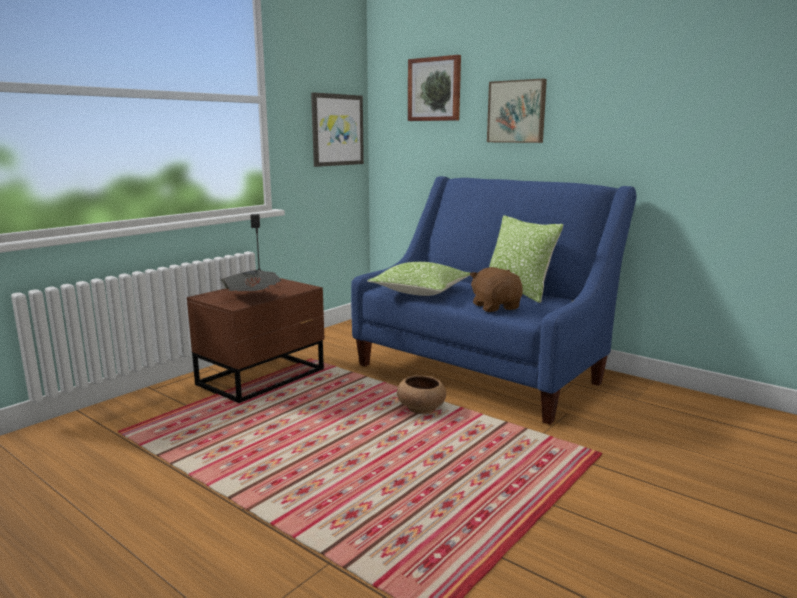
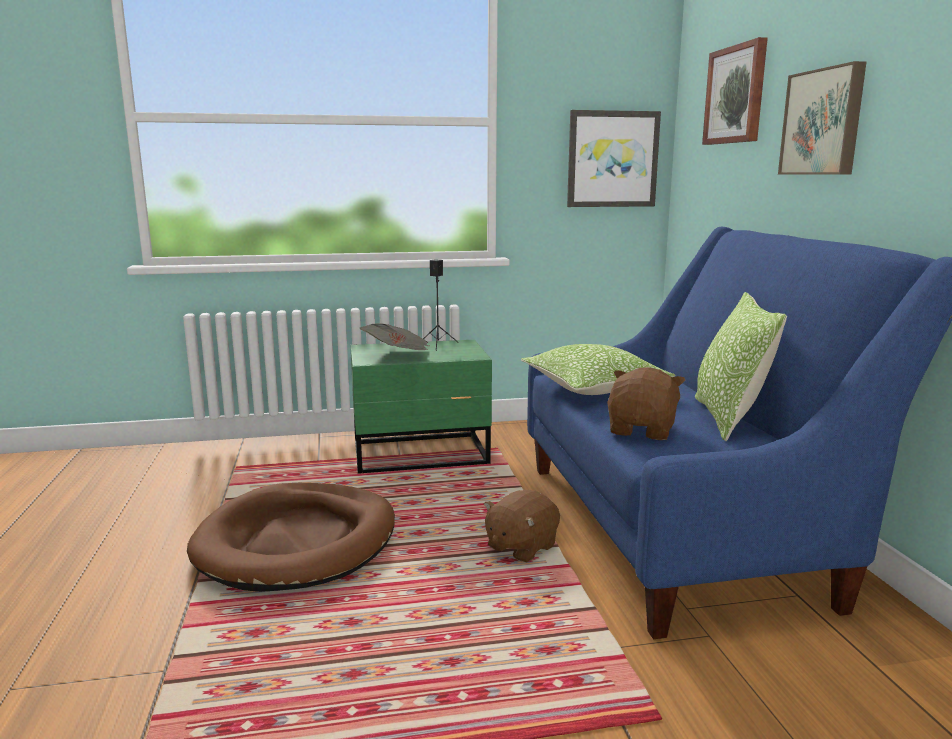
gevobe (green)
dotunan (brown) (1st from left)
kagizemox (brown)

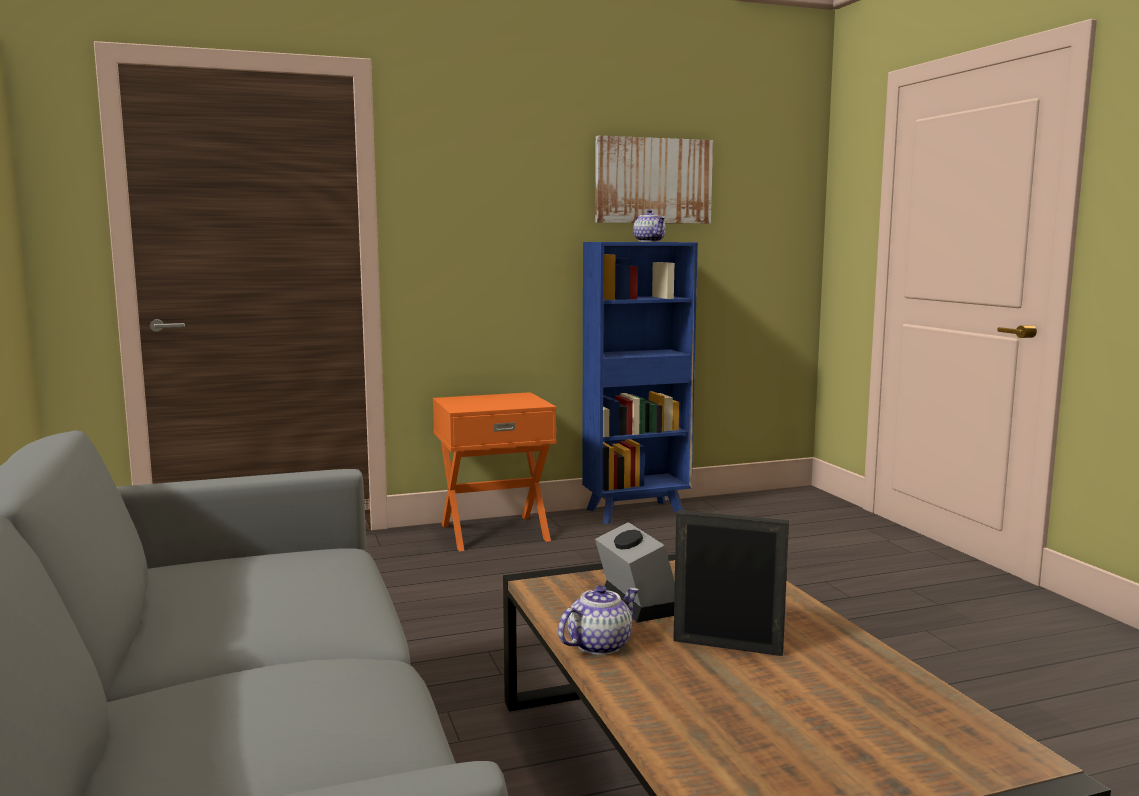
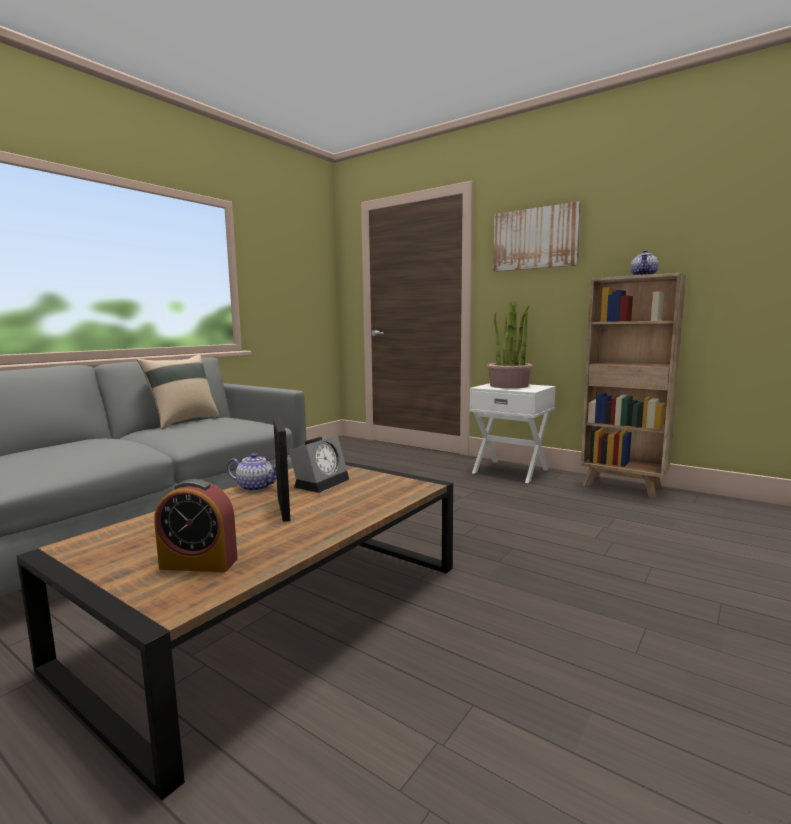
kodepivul
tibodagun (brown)
gevobe (white)
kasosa
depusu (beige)
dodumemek (1st from left)

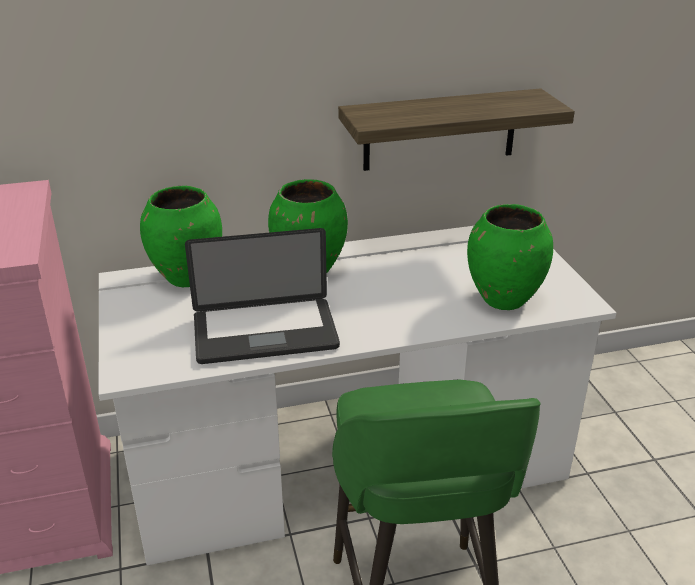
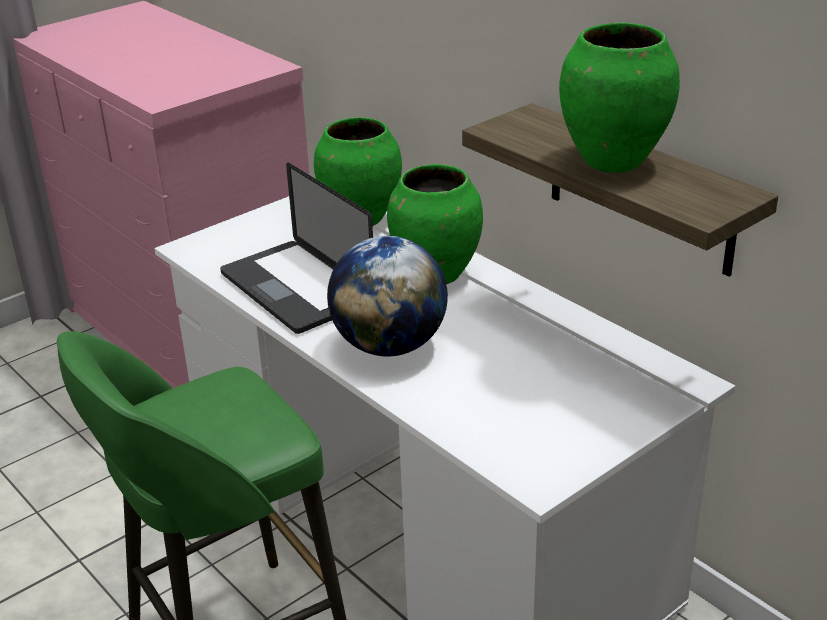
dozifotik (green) (3rd from left)
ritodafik

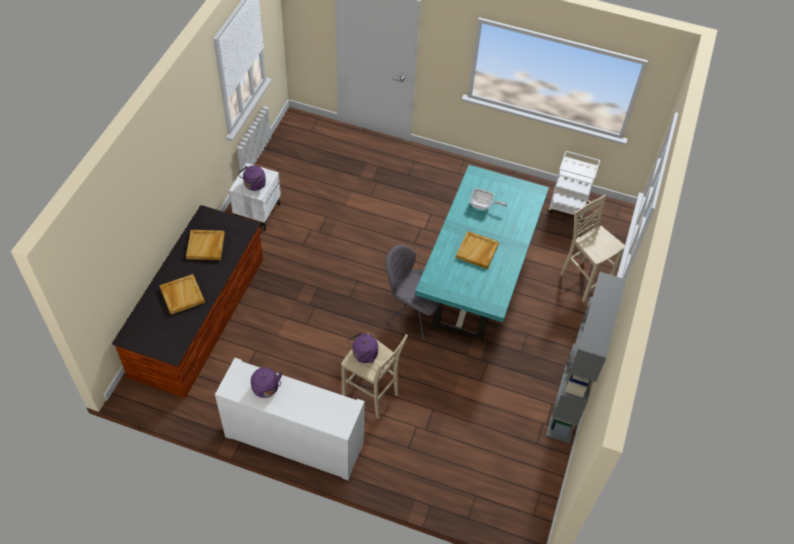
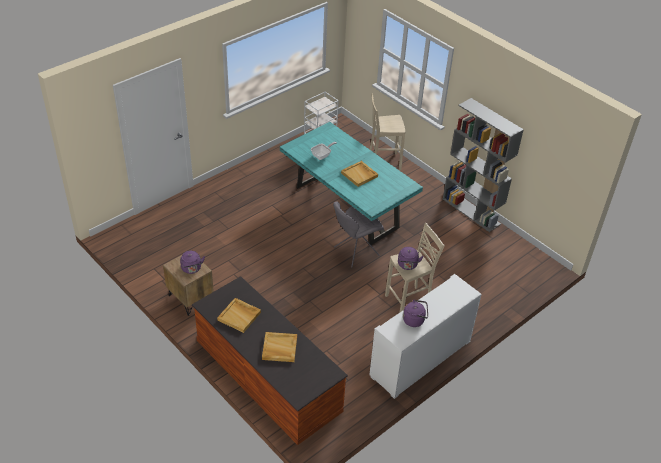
gevobe (brown)

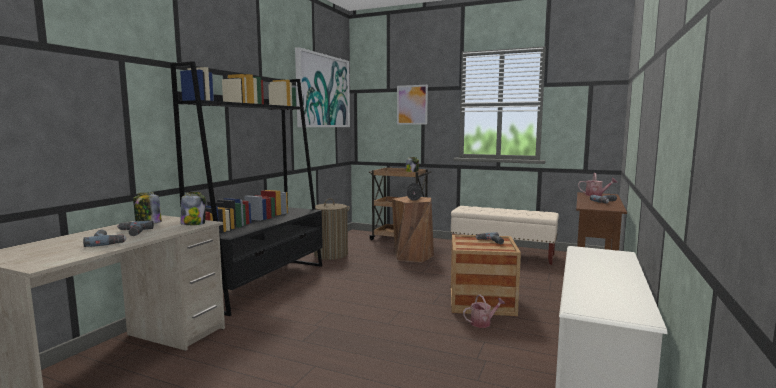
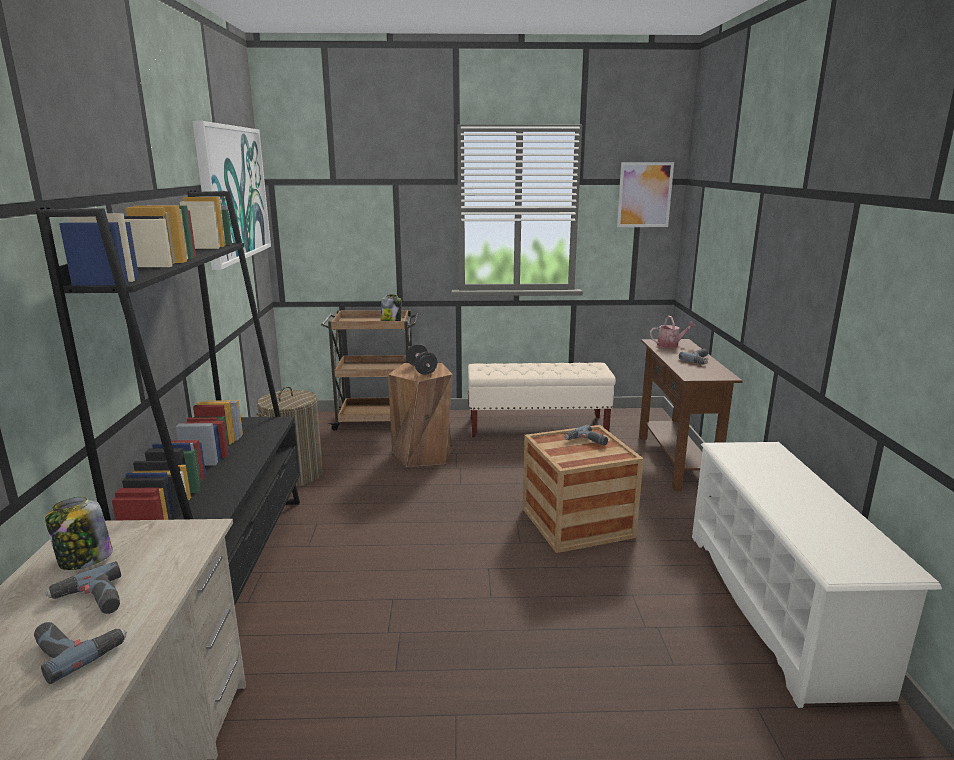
kodepivul (2nd from left)
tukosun (2nd from left in the first image)
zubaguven (1st from left in the first image)

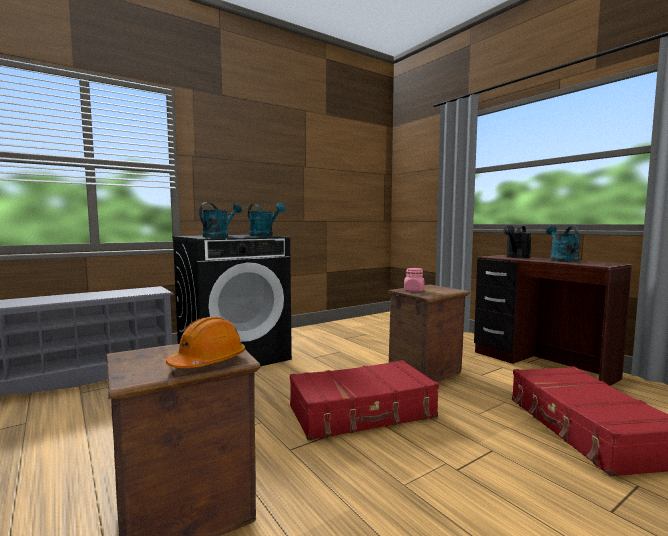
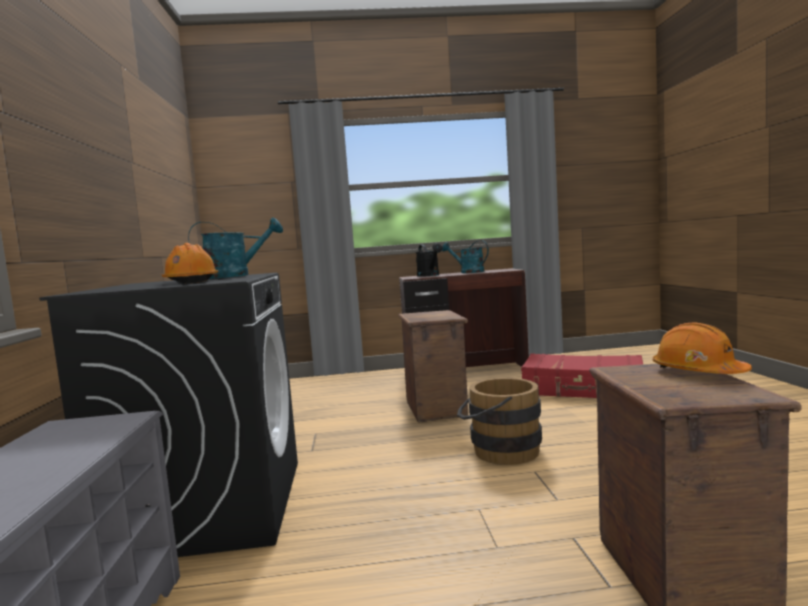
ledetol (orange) (1st from left)
tukosun (pink)
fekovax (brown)

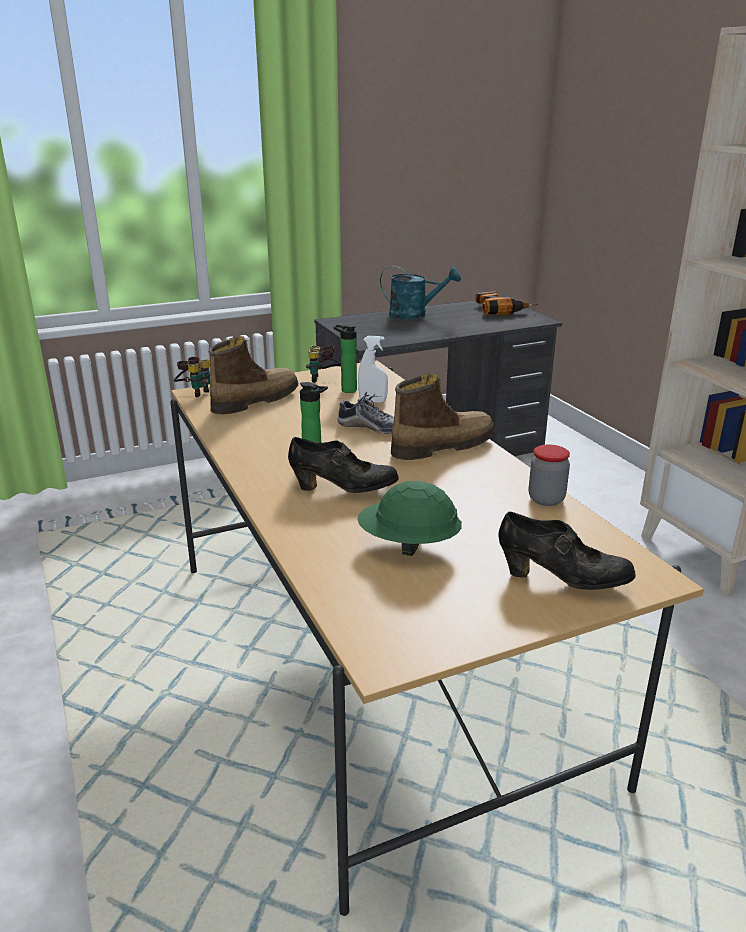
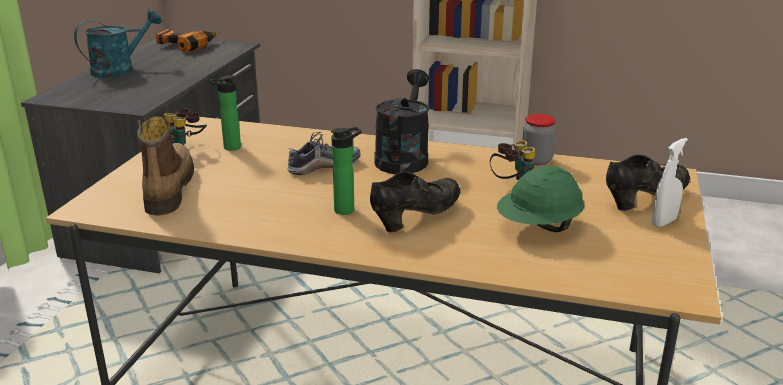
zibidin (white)
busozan (2nd from left)
zubaguven (black)

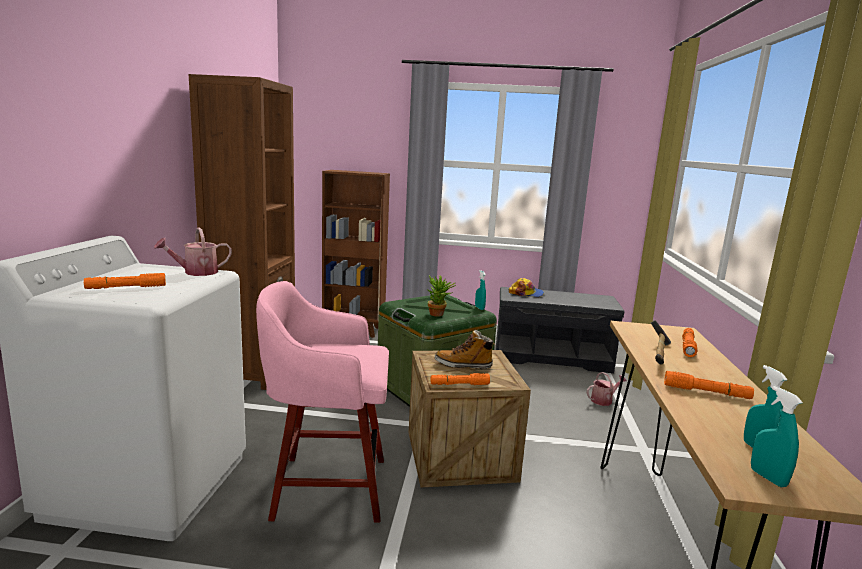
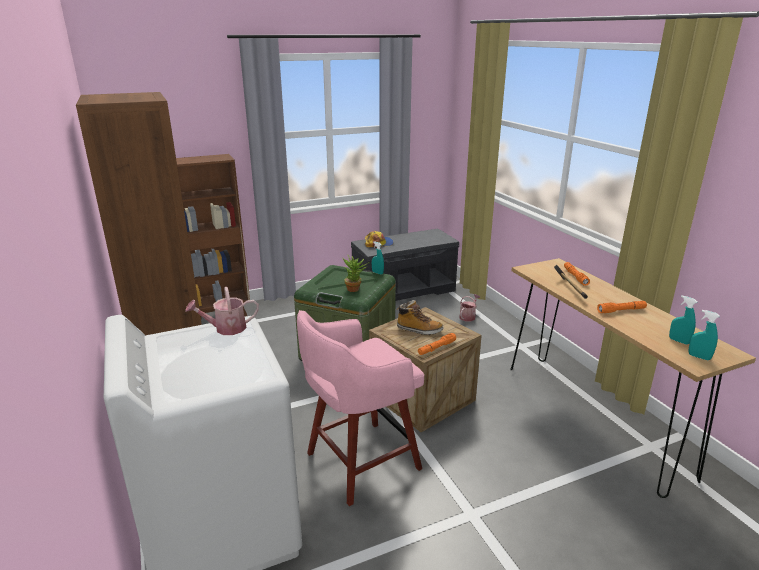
zubaguven (1st from left)
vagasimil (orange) (1st from left in the first image)
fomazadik

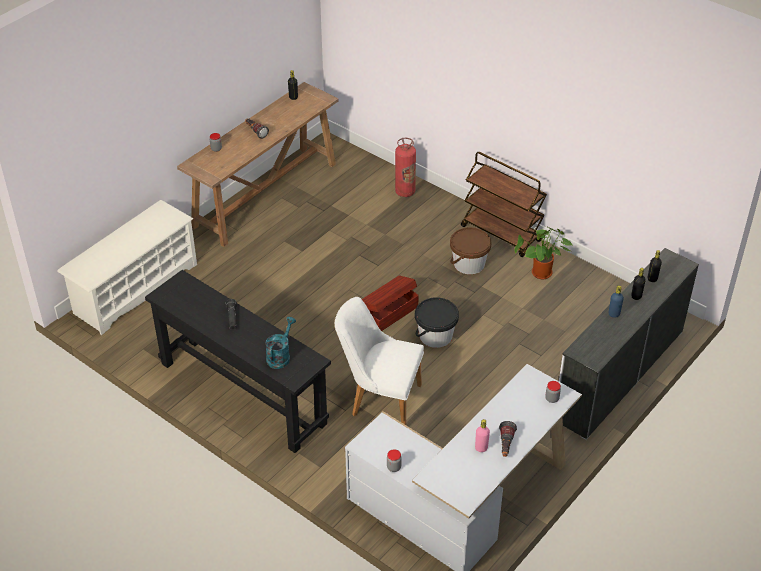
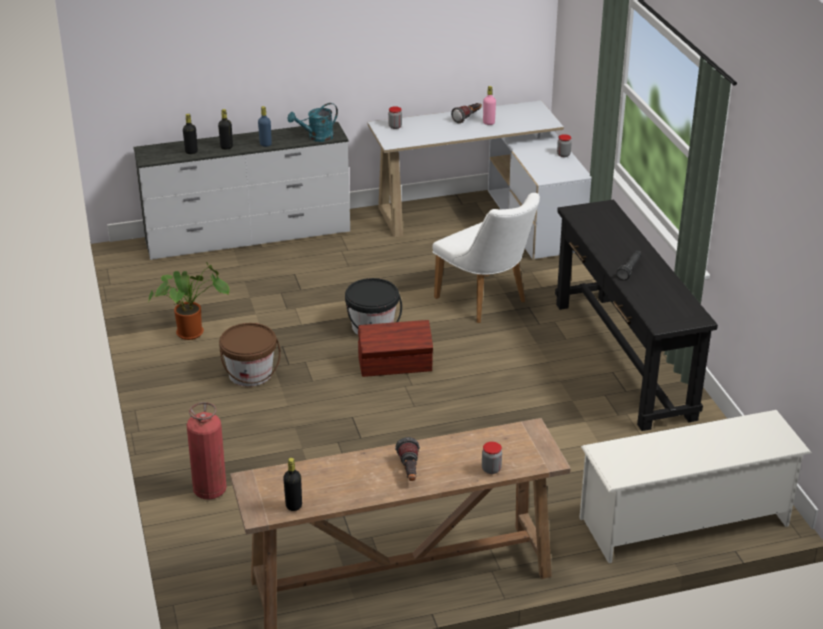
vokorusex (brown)
zubaguven (turquoise)

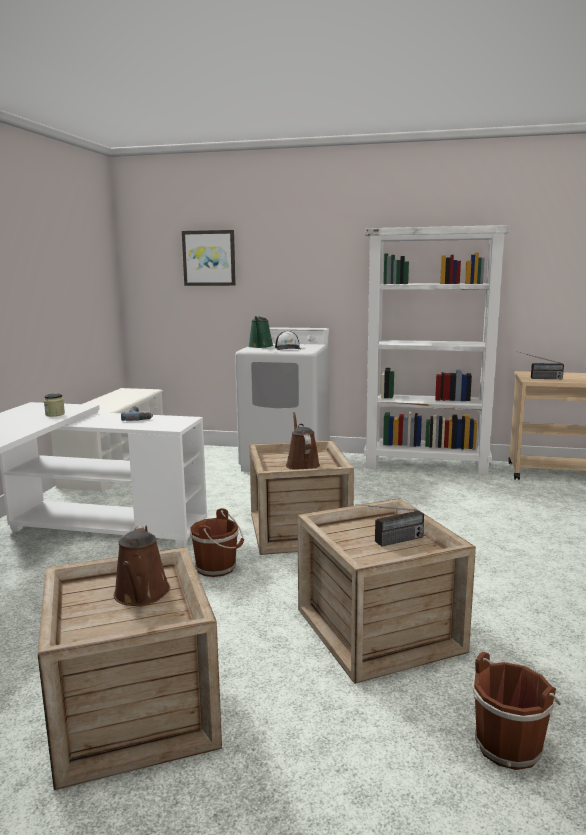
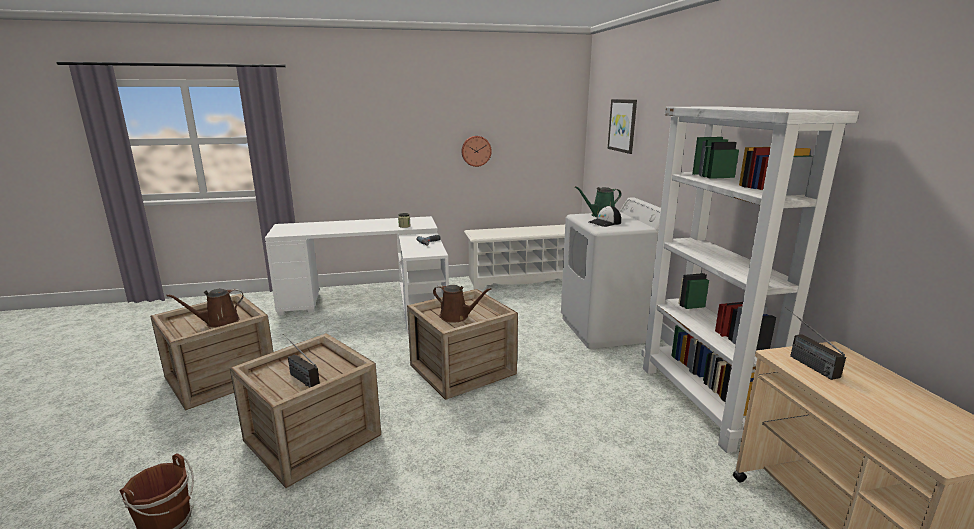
zubaguven (brown) (2nd from left)
fekovax (brown) (1st from left in the first image)
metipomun

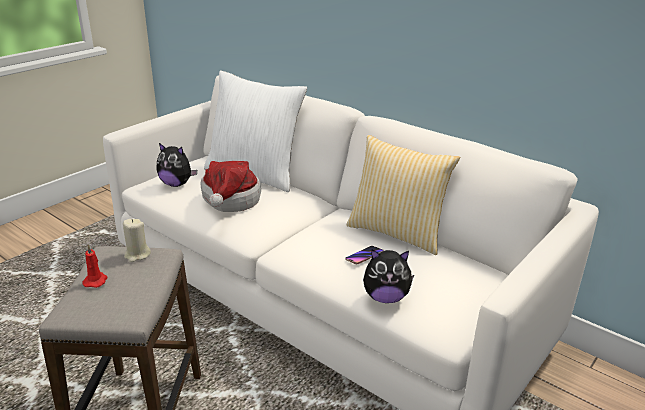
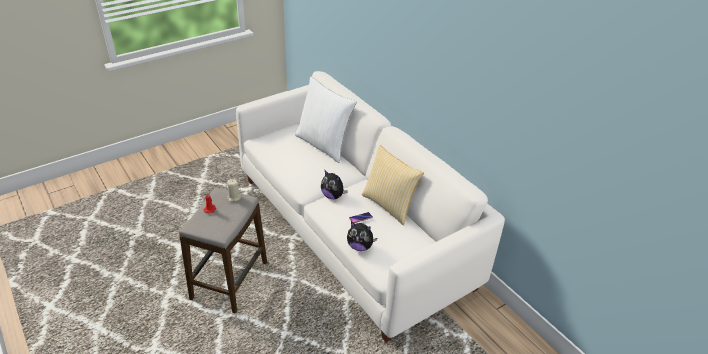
dotunan (1st from left)
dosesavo

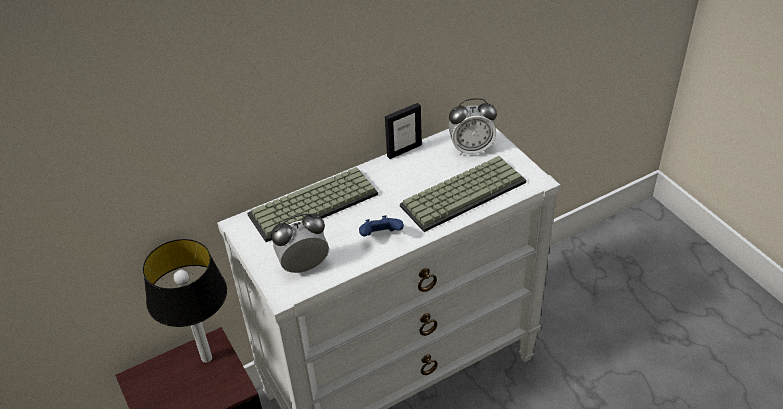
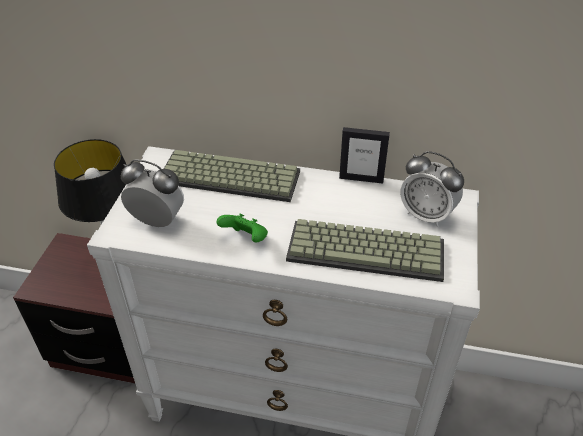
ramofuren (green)

